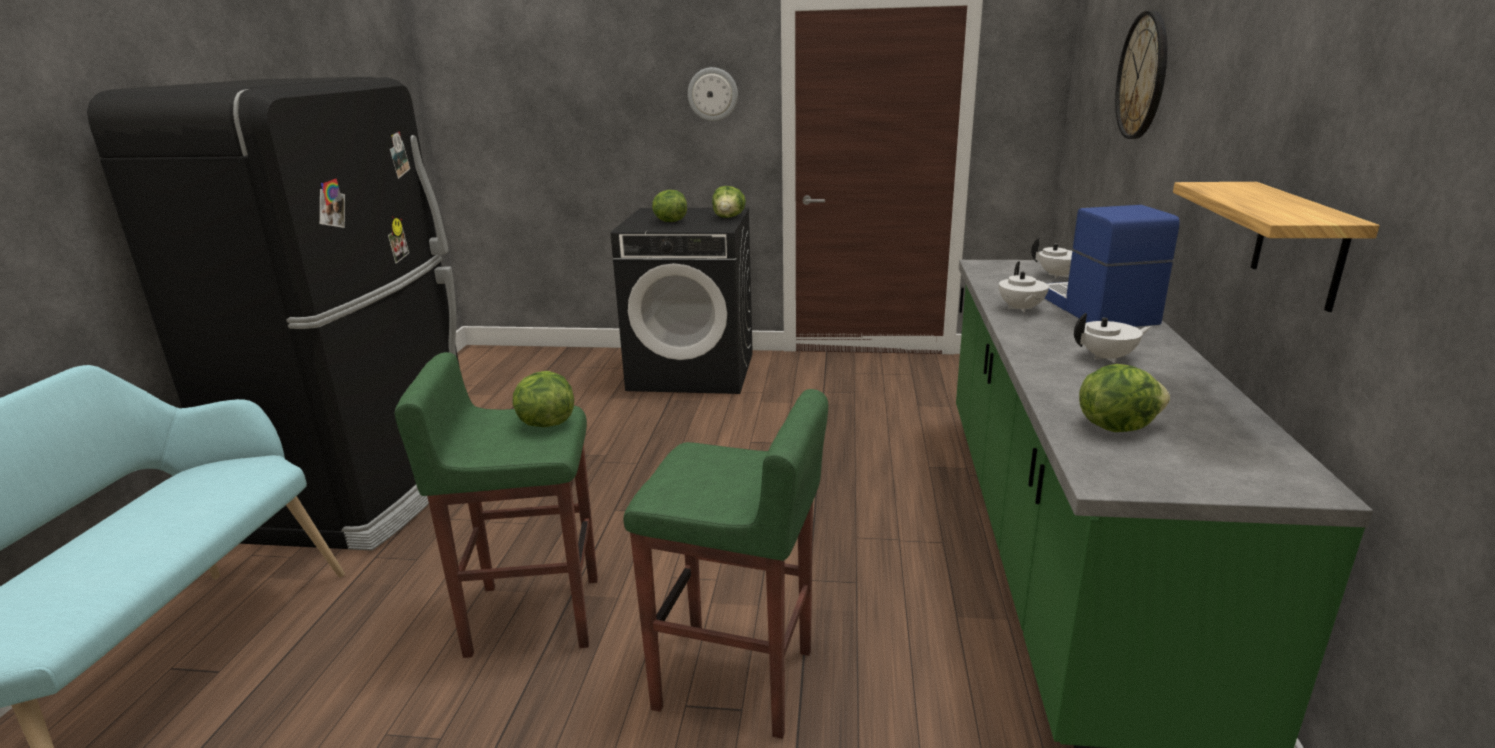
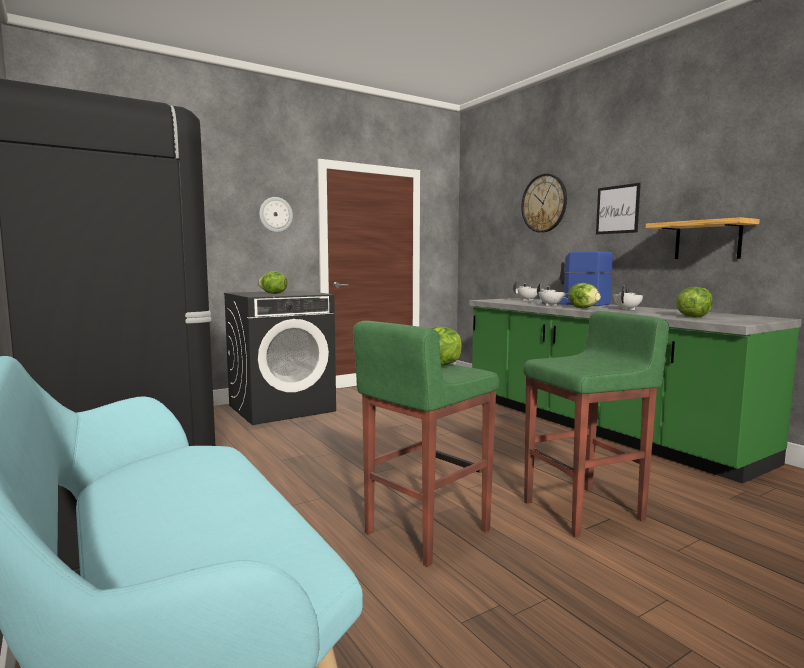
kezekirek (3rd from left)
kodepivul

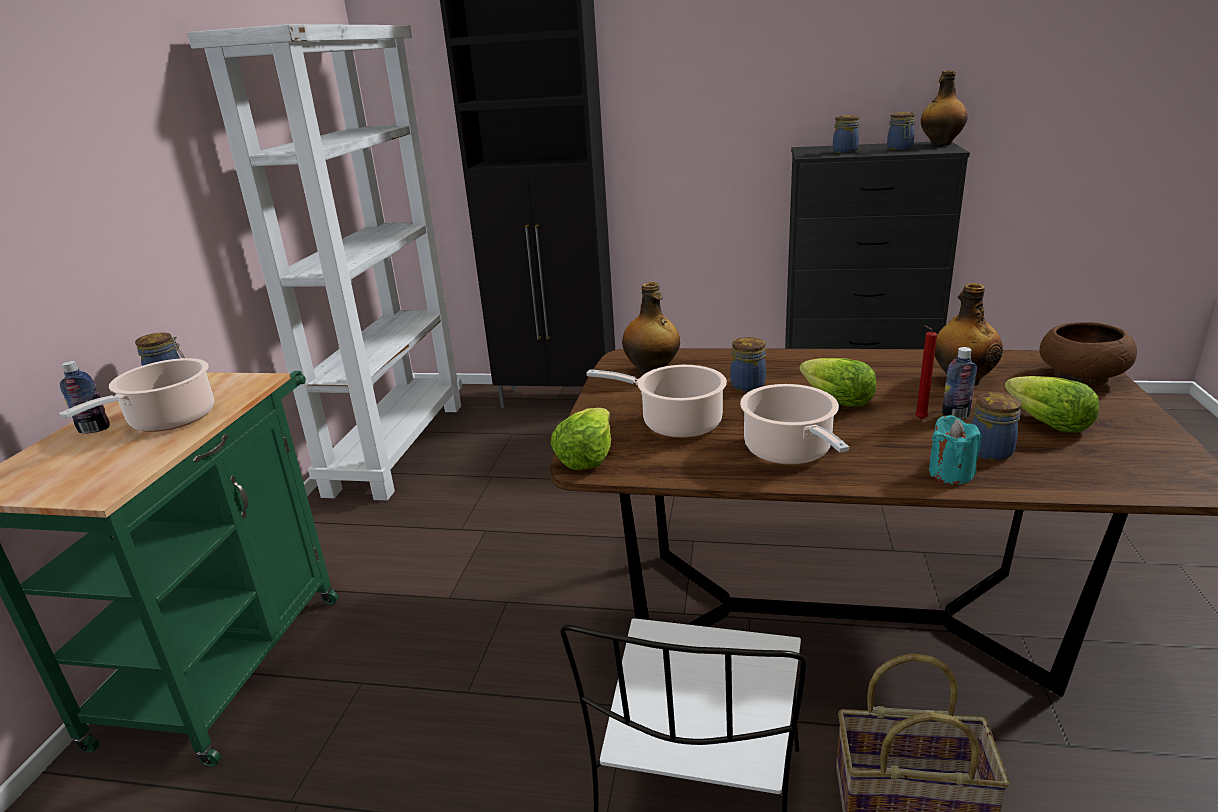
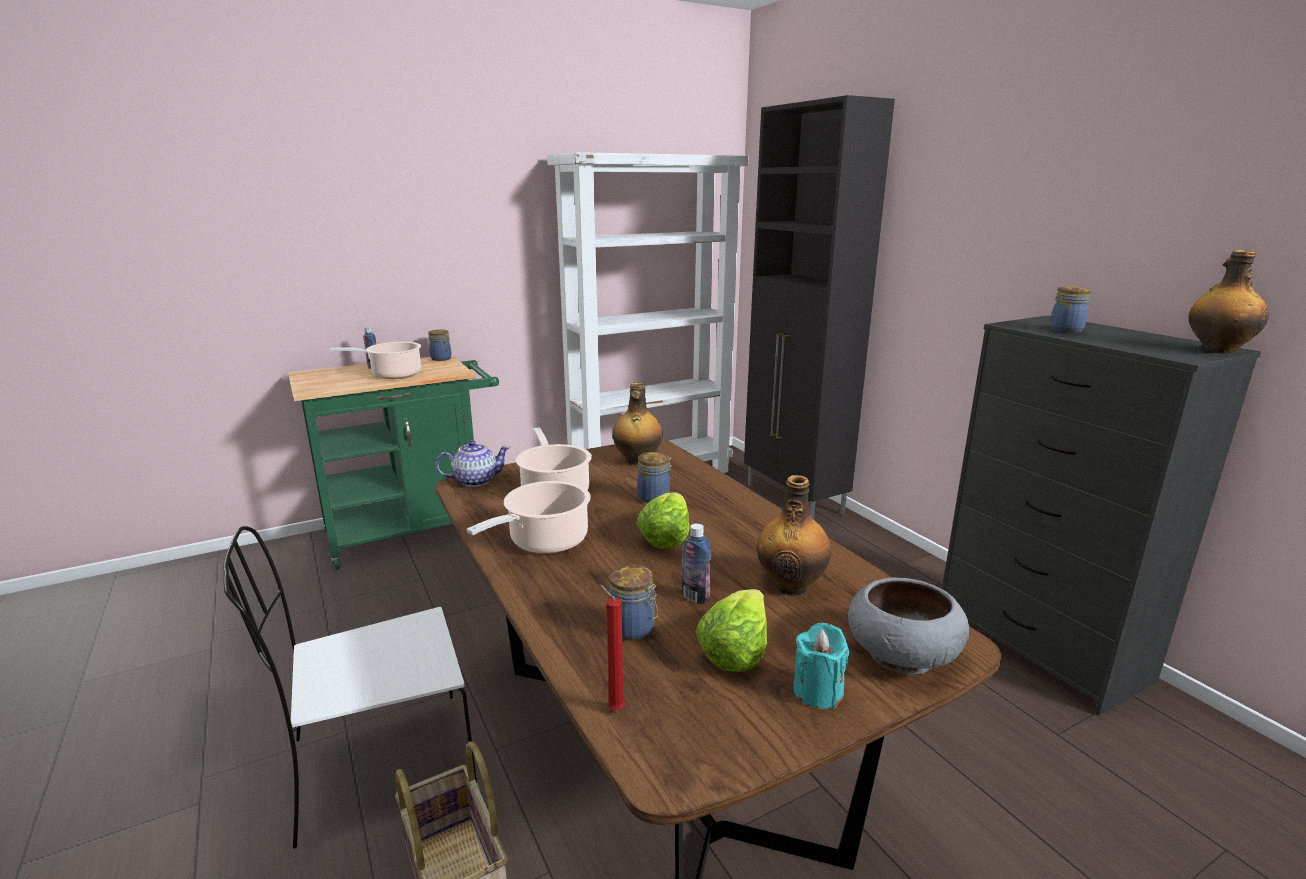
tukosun (4th from left in the first image)
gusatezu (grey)
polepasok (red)
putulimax
polepasok (turquoise)

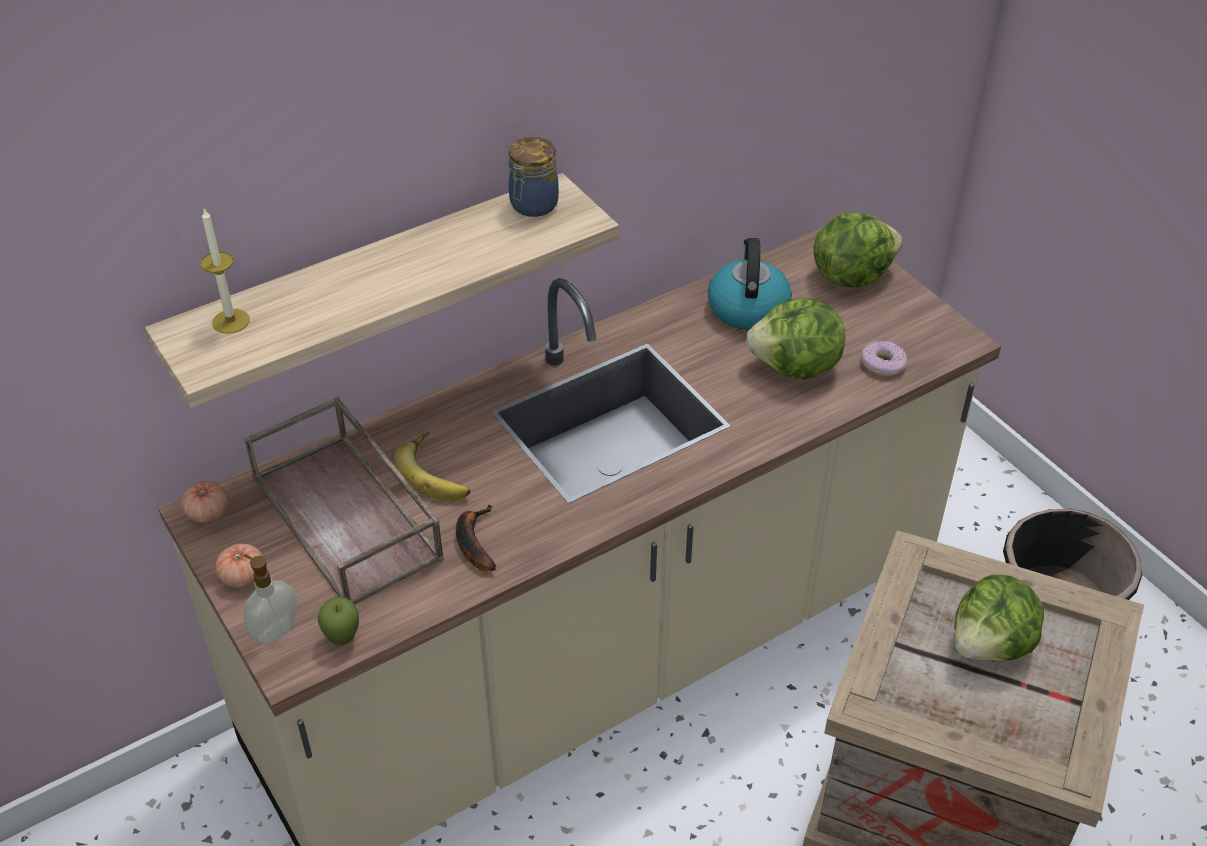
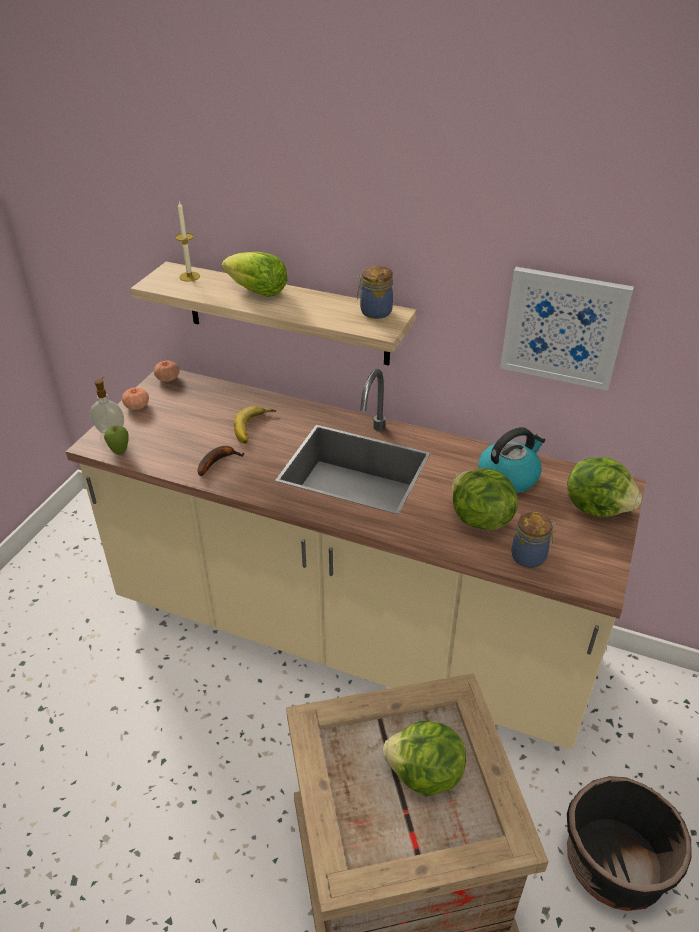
tukosun (2nd from left)
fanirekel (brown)
kezekirek (1st from left)
kodepivul

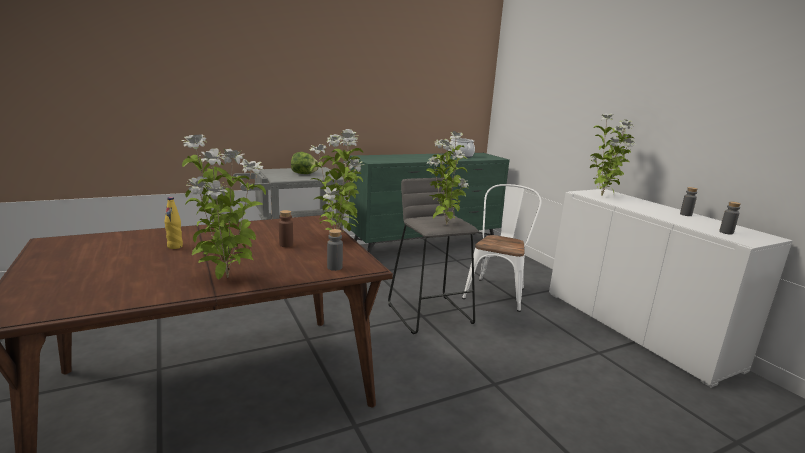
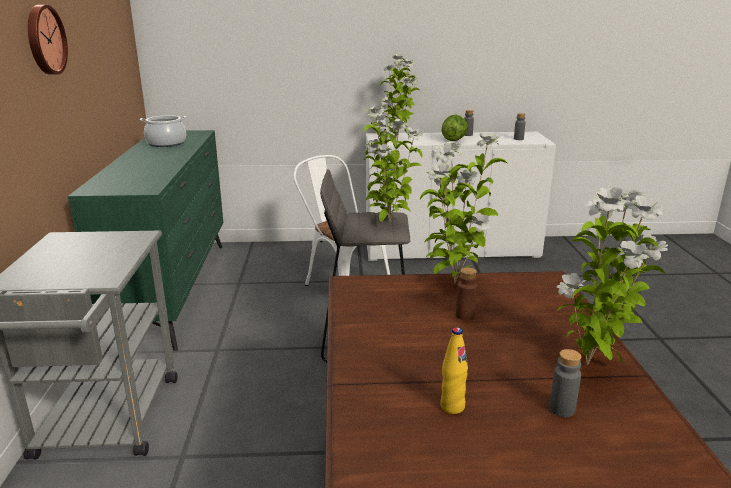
kezekirek
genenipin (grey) (3rd from left)
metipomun

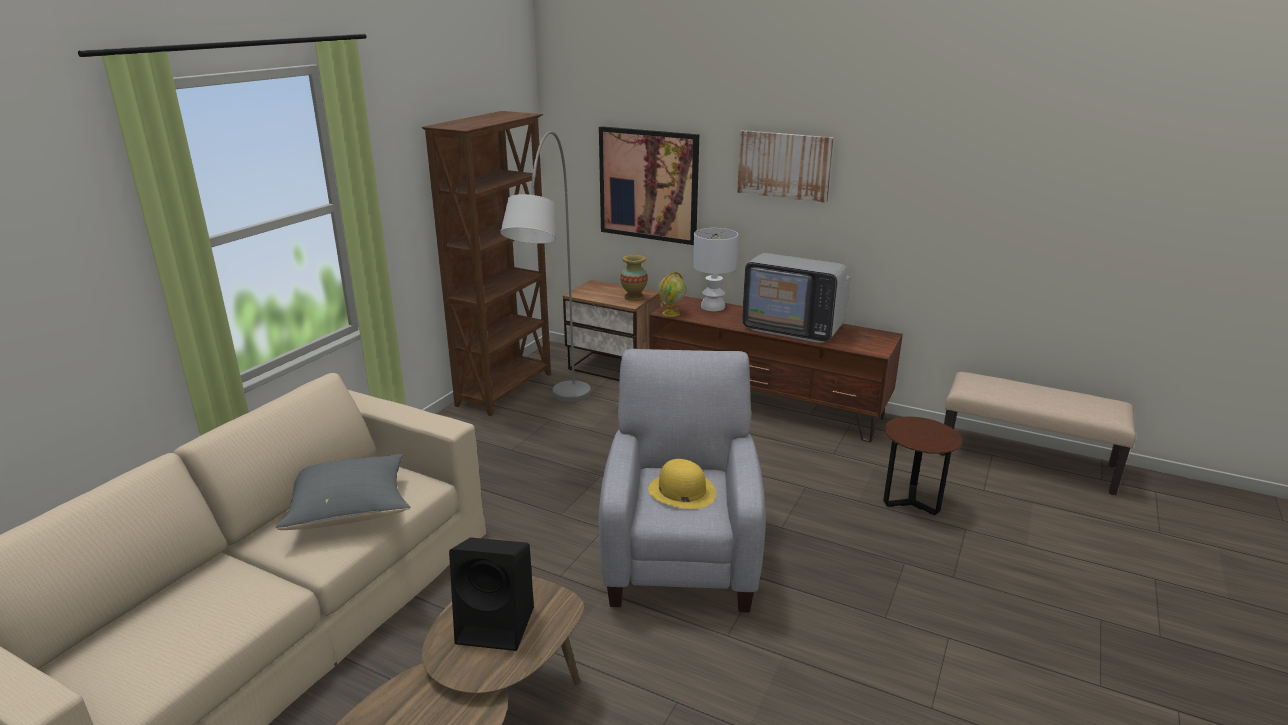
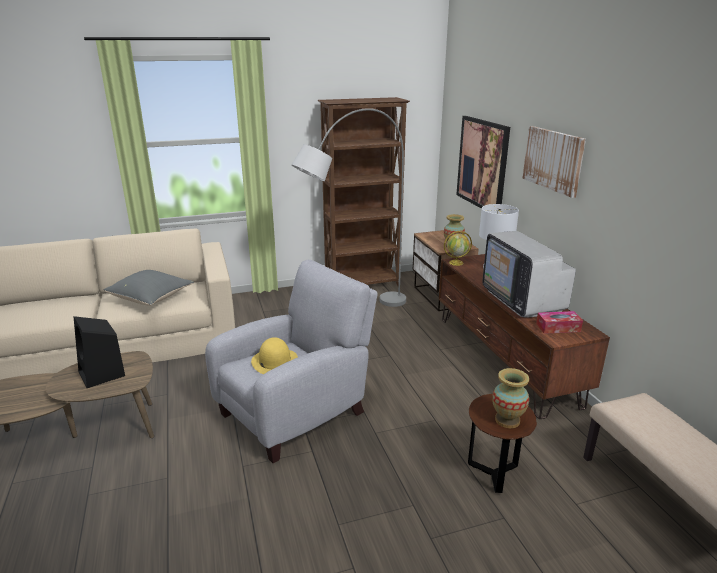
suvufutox
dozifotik (2nd from left)

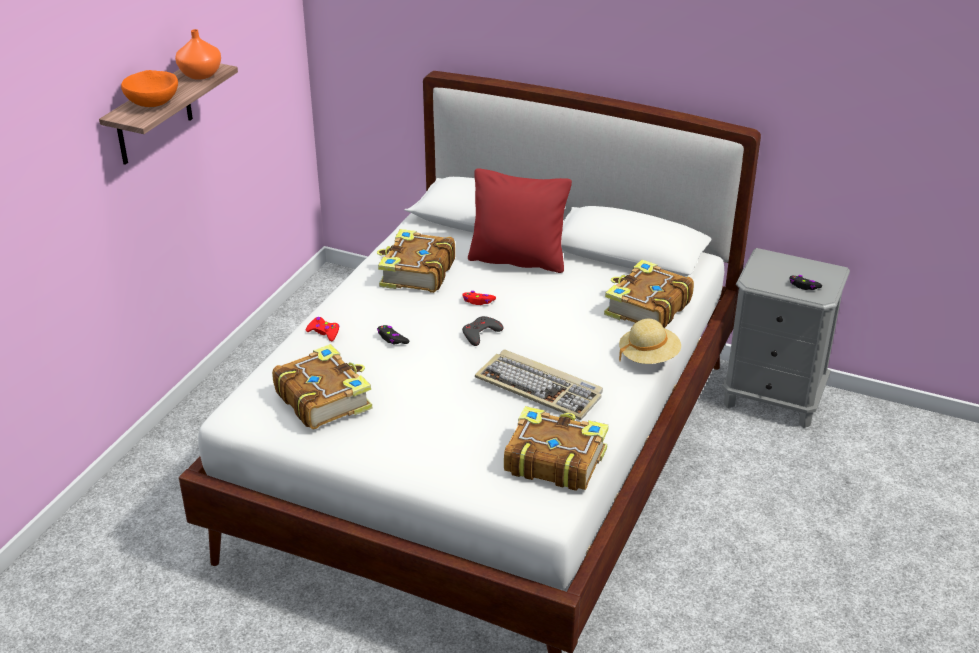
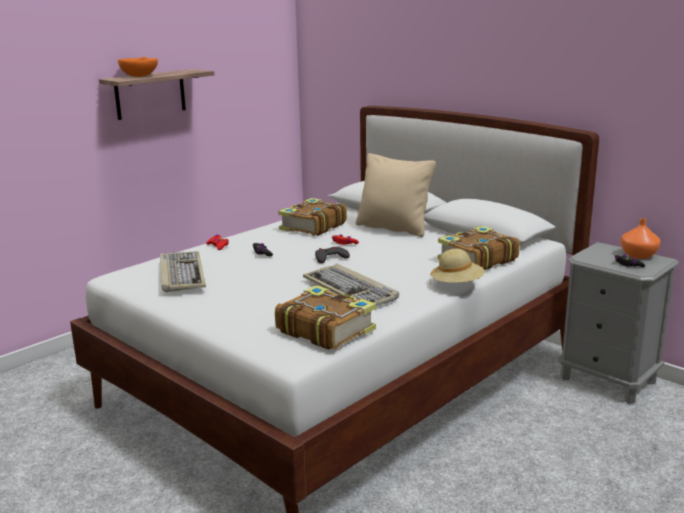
dozifotik (orange)
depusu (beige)
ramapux (1st from left)

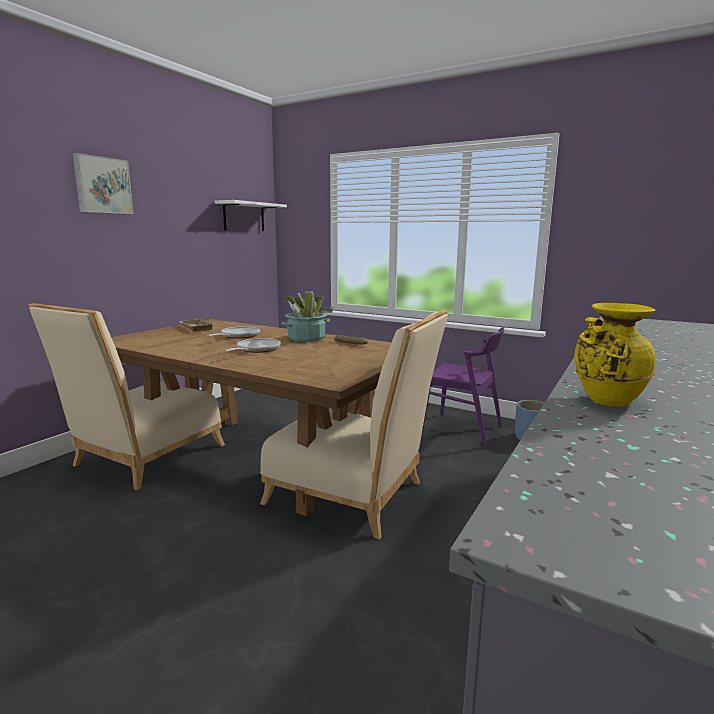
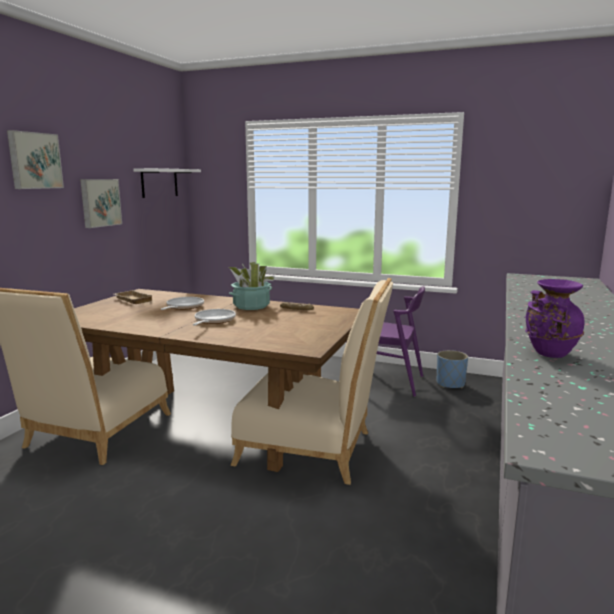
dozifotik (purple)
kodepivul (2nd from left)

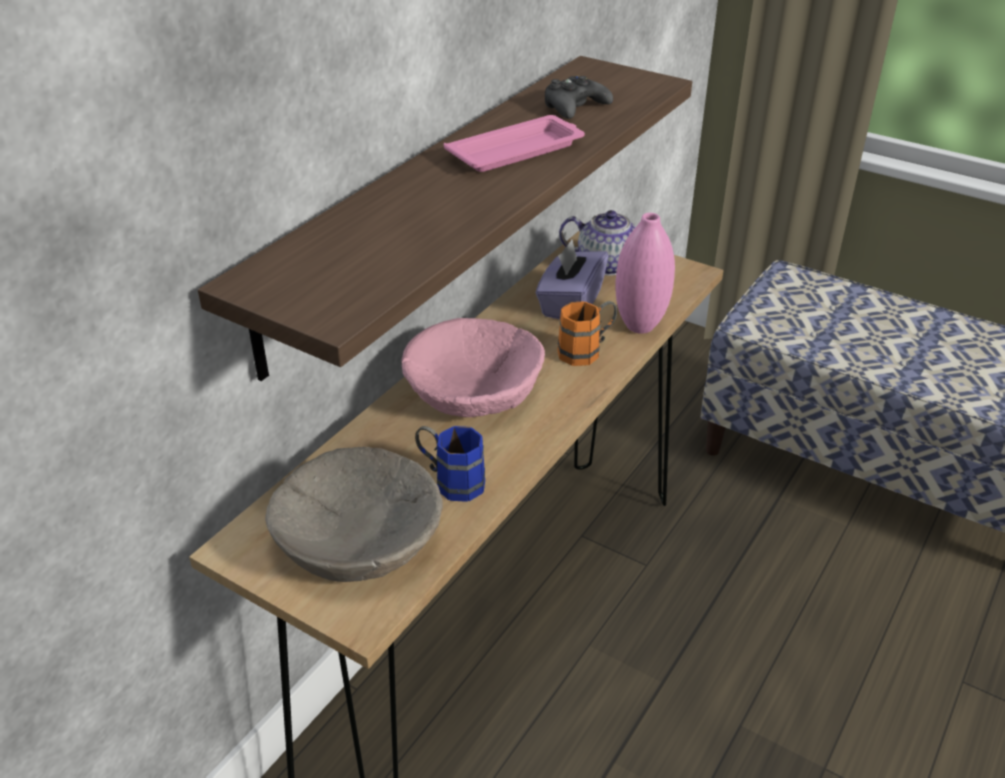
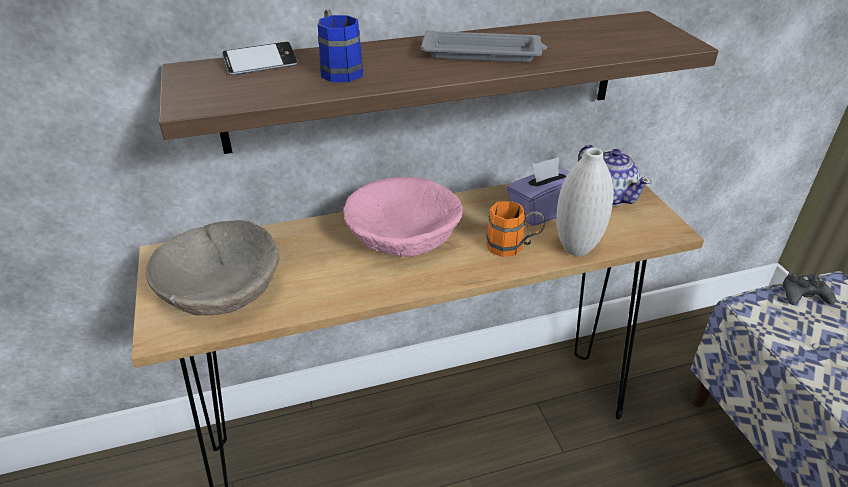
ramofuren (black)
fanirekel (grey)
dozifotik (white)
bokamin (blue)
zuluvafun

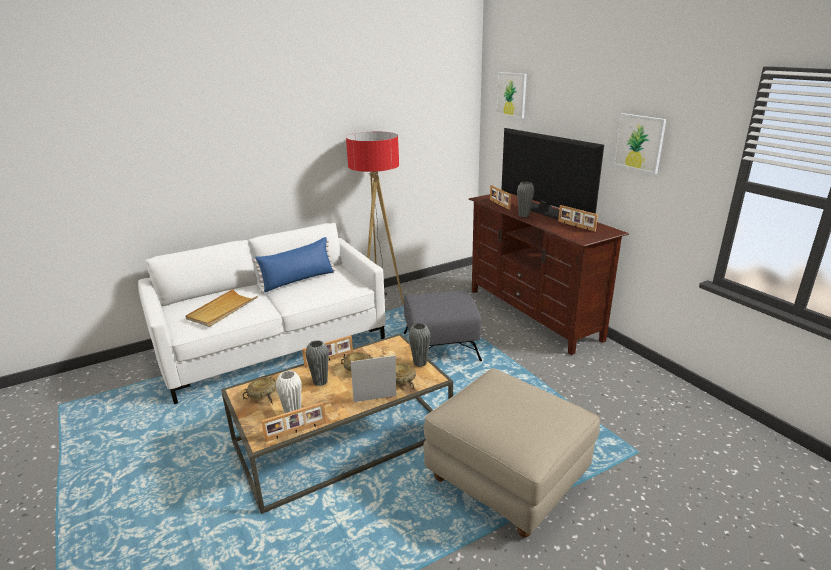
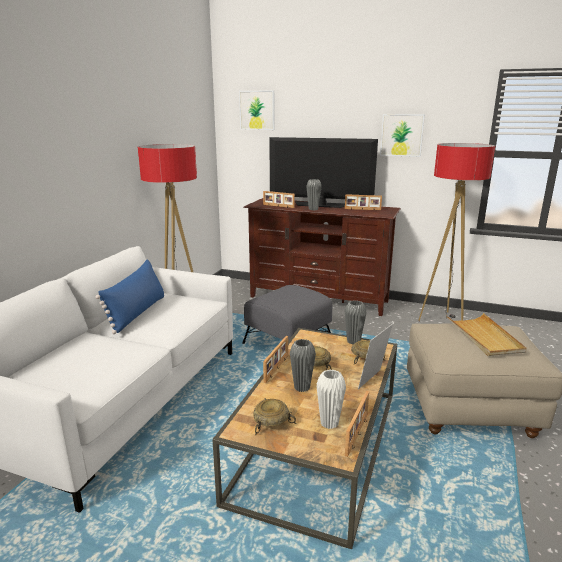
fanirekel (beige)
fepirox (2nd from left)

